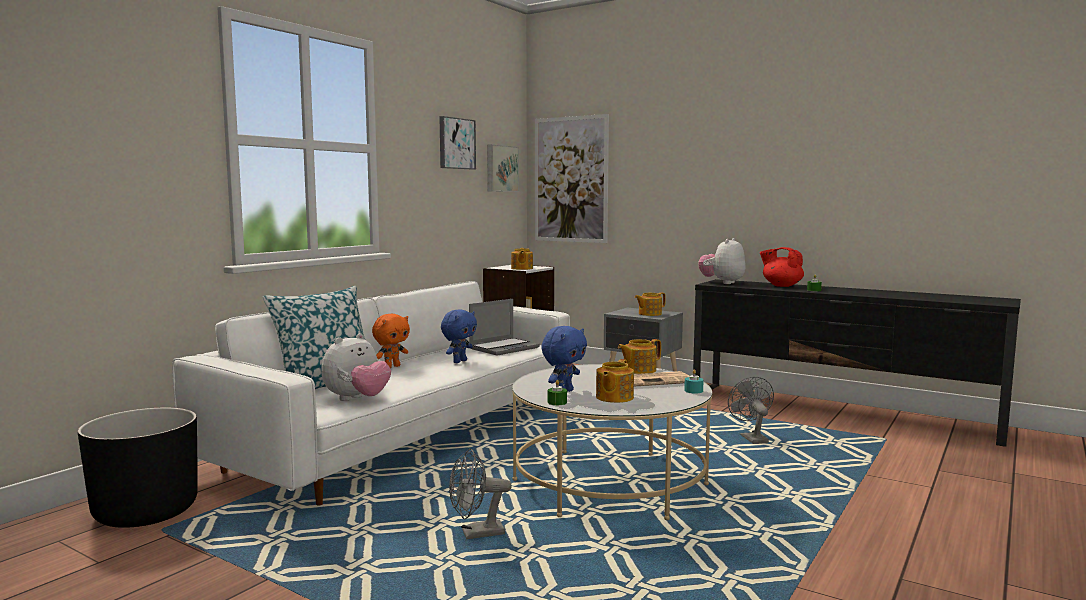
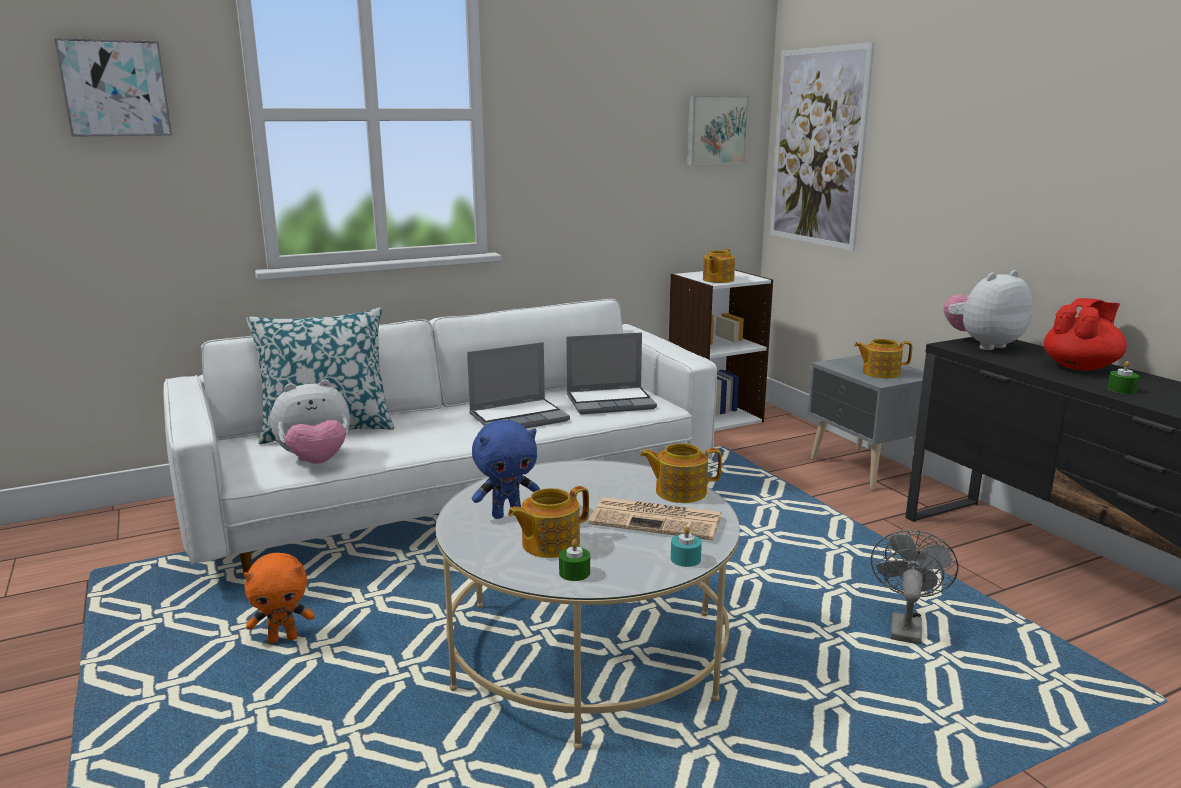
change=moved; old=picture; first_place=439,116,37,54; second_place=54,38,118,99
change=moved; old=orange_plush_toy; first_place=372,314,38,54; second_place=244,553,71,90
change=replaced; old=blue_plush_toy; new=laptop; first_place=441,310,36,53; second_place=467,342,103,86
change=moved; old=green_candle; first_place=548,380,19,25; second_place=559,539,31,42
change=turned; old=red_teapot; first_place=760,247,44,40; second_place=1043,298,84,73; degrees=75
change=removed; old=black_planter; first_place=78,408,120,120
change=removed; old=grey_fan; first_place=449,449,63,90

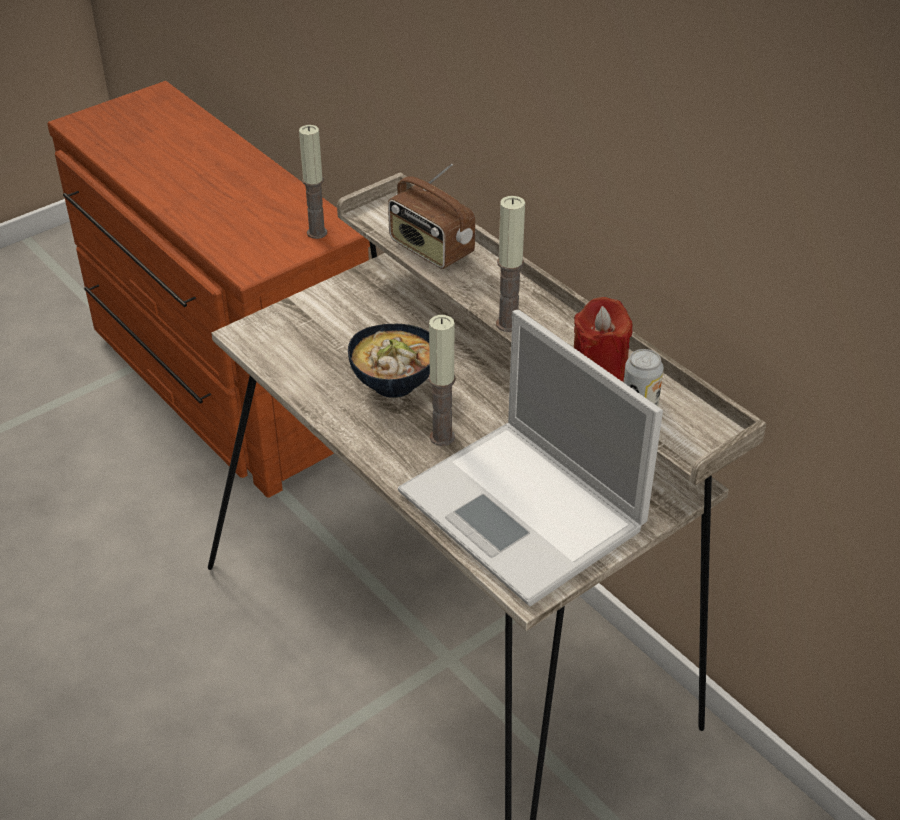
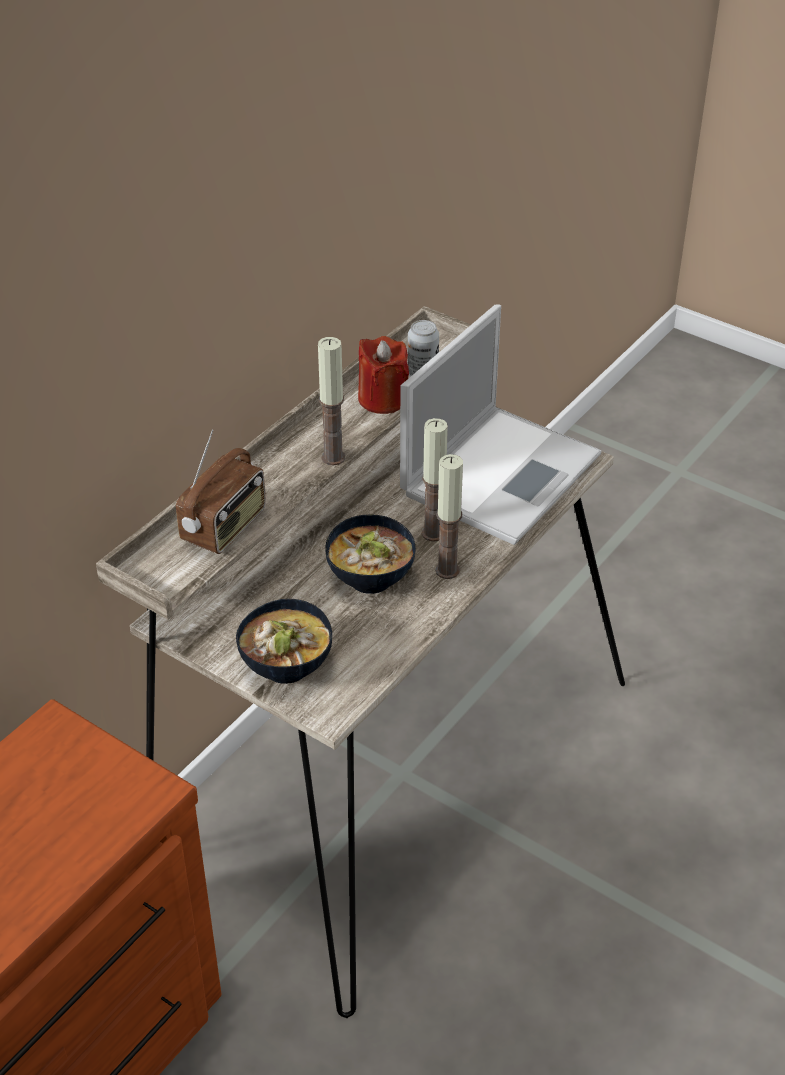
change=added; new=bowl; second_place=236,599,96,85
change=moved; old=candle; first_place=299,125,28,114; second_place=435,454,28,125

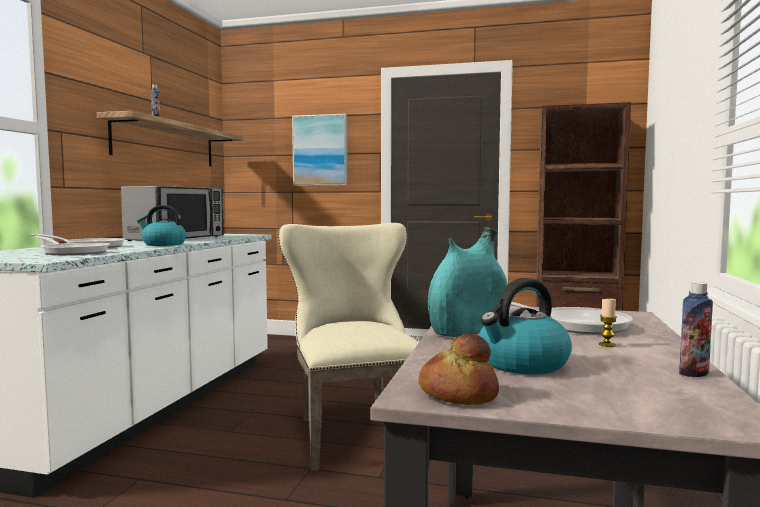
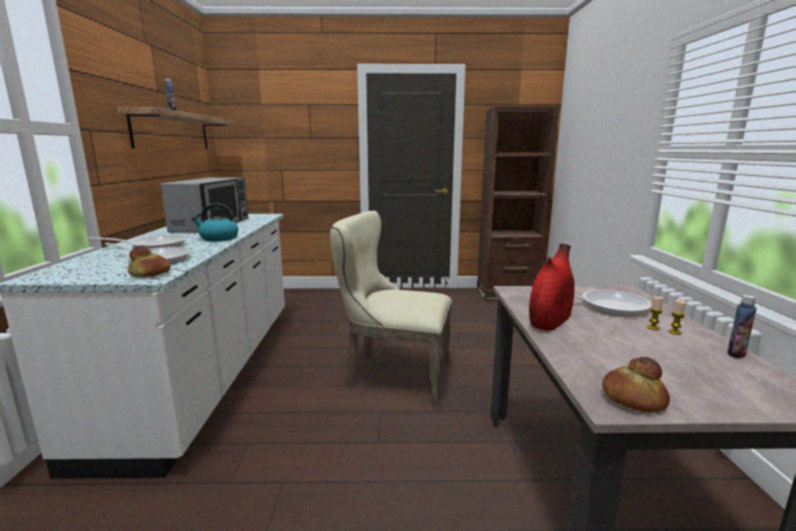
change=added; new=bread; second_place=128,245,42,33
change=turned; old=beige_chair; first_place=279,223,140,248; second_place=330,211,122,194; degrees=-45
change=recoloured; old=turquoise_vase; new=red_vase; first_place=428,227,80,110; second_place=529,244,46,86
change=added; new=candle; second_place=668,300,18,35
change=removed; old=picture; first_place=292,113,55,73
change=removed; old=kettle; first_place=479,278,93,97

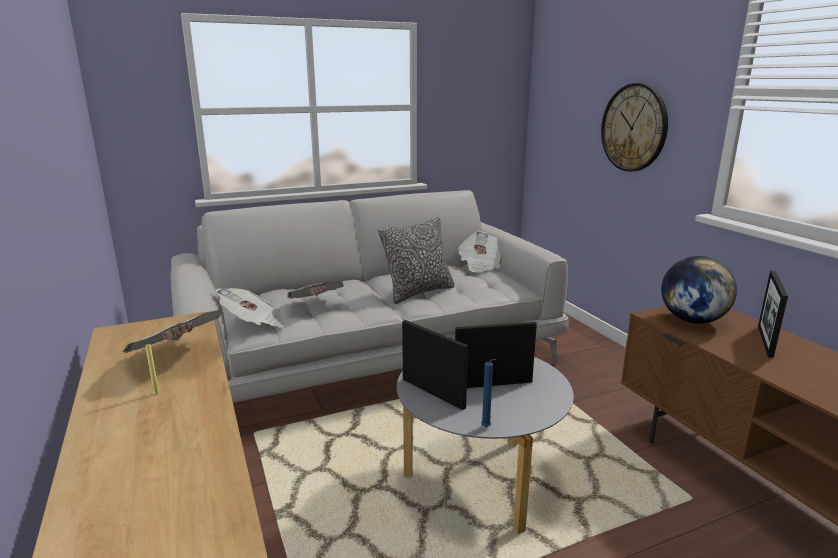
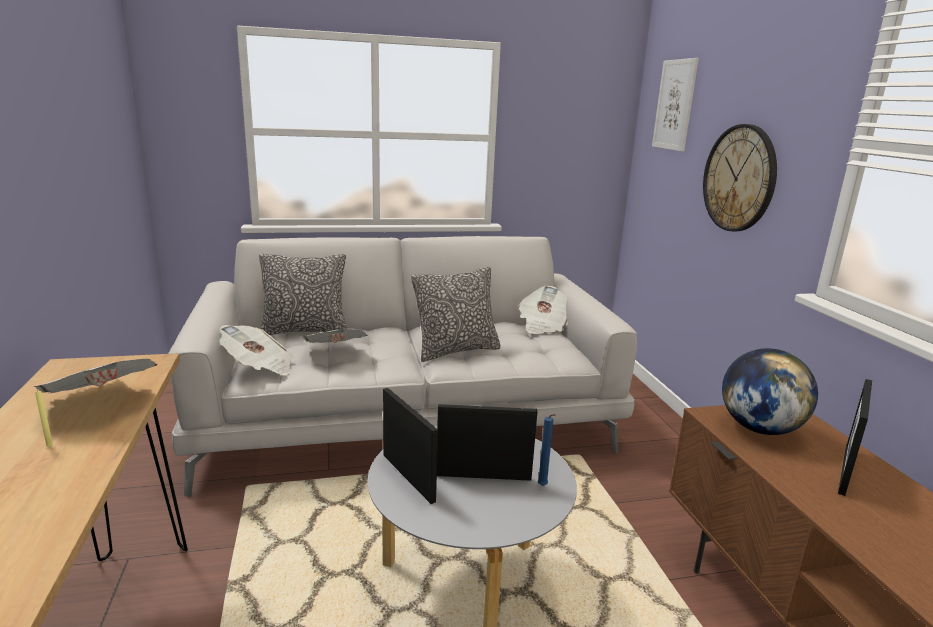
change=added; new=pillow; second_place=259,254,88,81
change=moved; old=blue_candle; first_place=481,359,15,68; second_place=538,414,18,72
change=added; new=picture; second_place=652,58,47,94

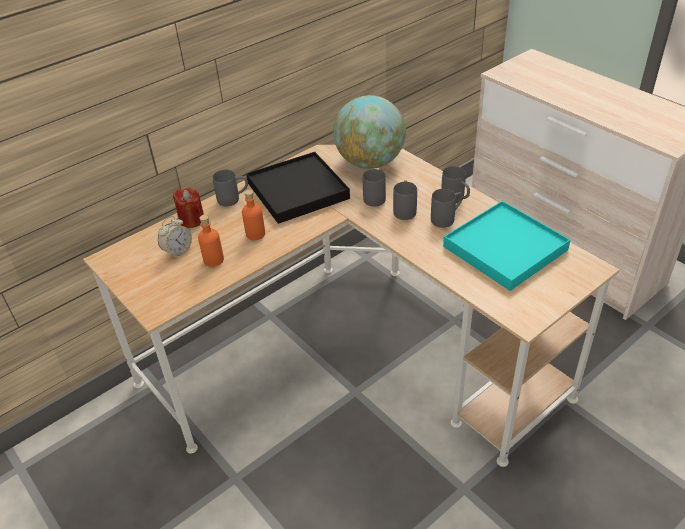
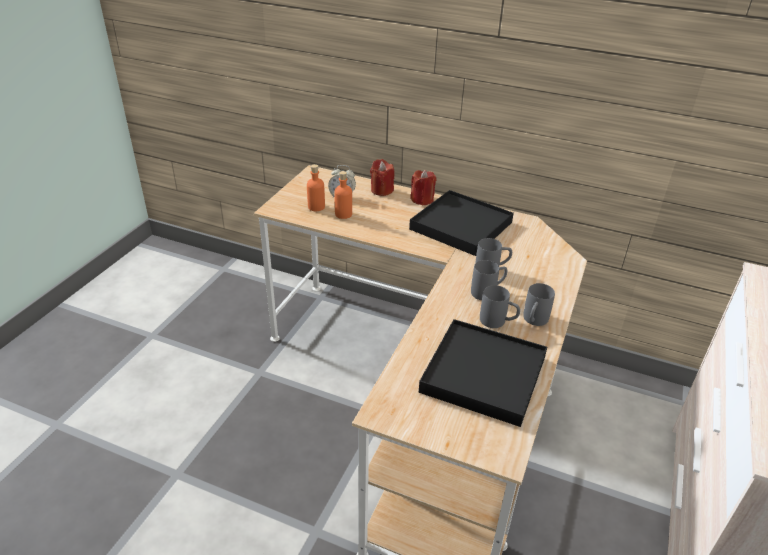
change=moved; old=orange_bottle; first_place=242,190,23,50; second_place=307,164,18,47
change=replaced; old=grey_mug; new=red_candle; first_place=213,170,35,36; second_place=410,170,27,36
change=recoloured; old=turquoise_tray; new=black_tray; first_place=443,201,127,90; second_place=419,319,128,108
change=removed; old=globe; first_place=333,95,73,74

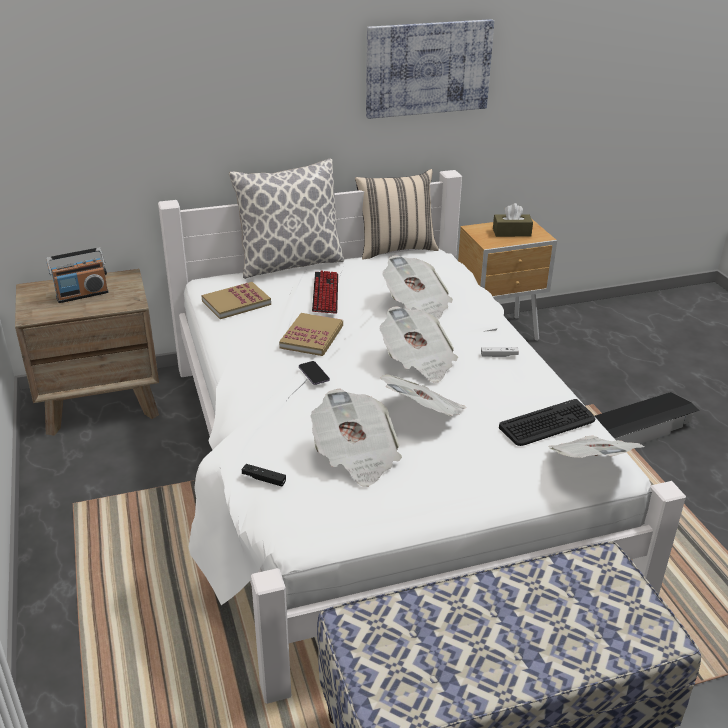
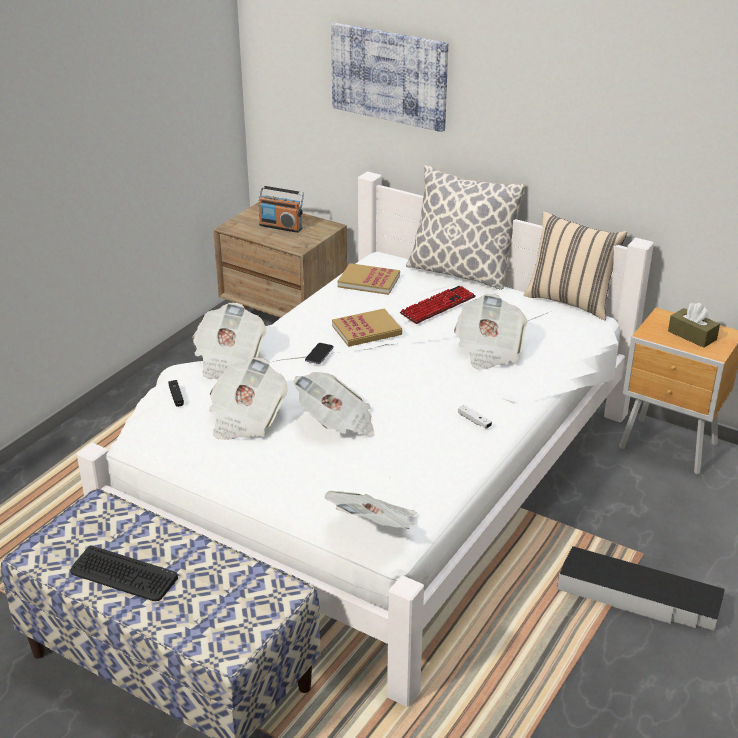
change=moved; old=keyboard; first_place=499,399,96,47; second_place=70,546,108,55
change=moved; old=newspaper; first_place=380,306,78,76; second_place=192,303,74,76
change=moved; old=picture; first_place=366,19,128,100; second_place=331,23,117,109

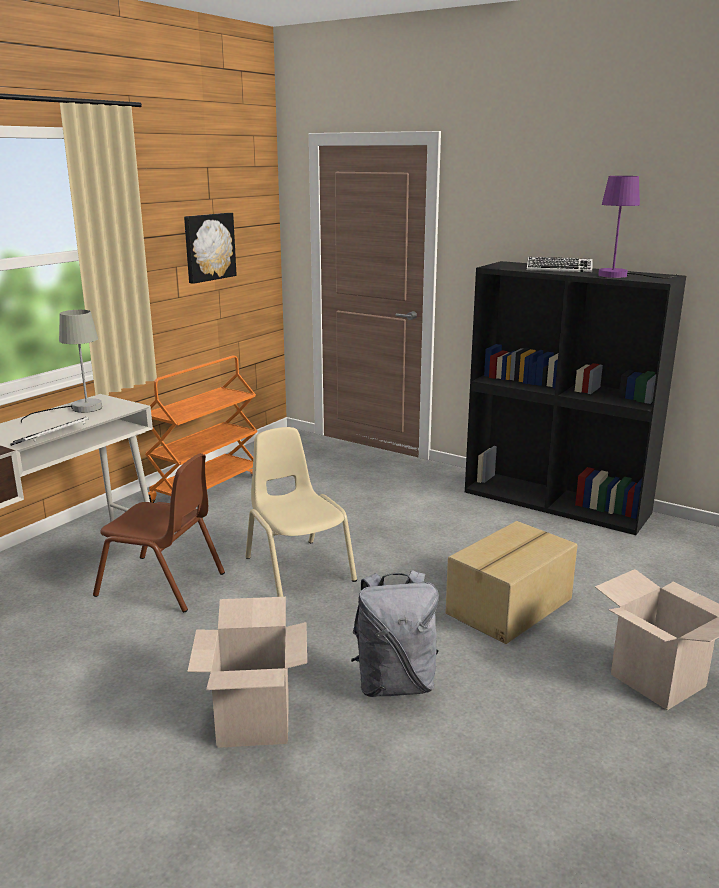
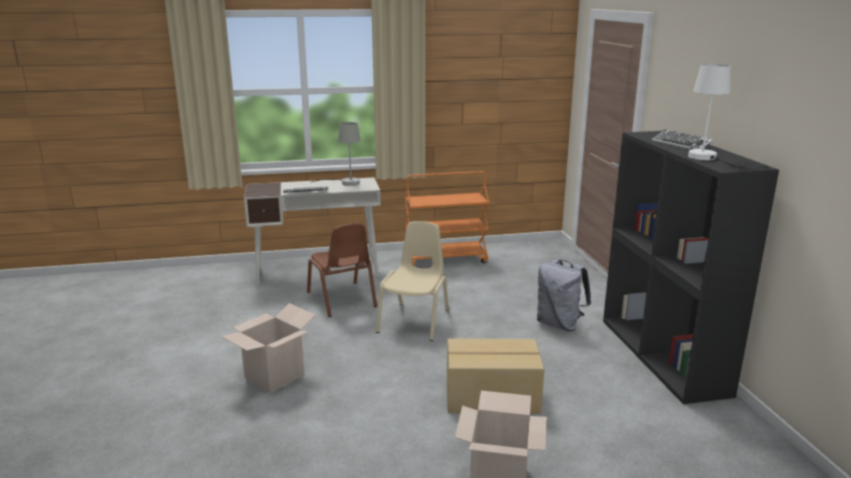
change=moved; old=grey_backpack; first_place=351,570,88,127; second_place=537,259,54,72
change=recoloured; old=purple_table_lamp; new=white_table_lamp; first_place=598,176,79,102; second_place=688,64,80,104
change=removed; old=picture; first_place=184,213,53,71

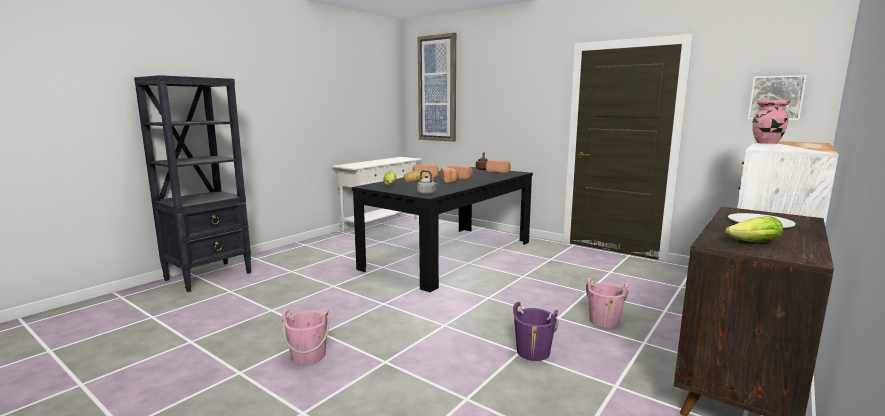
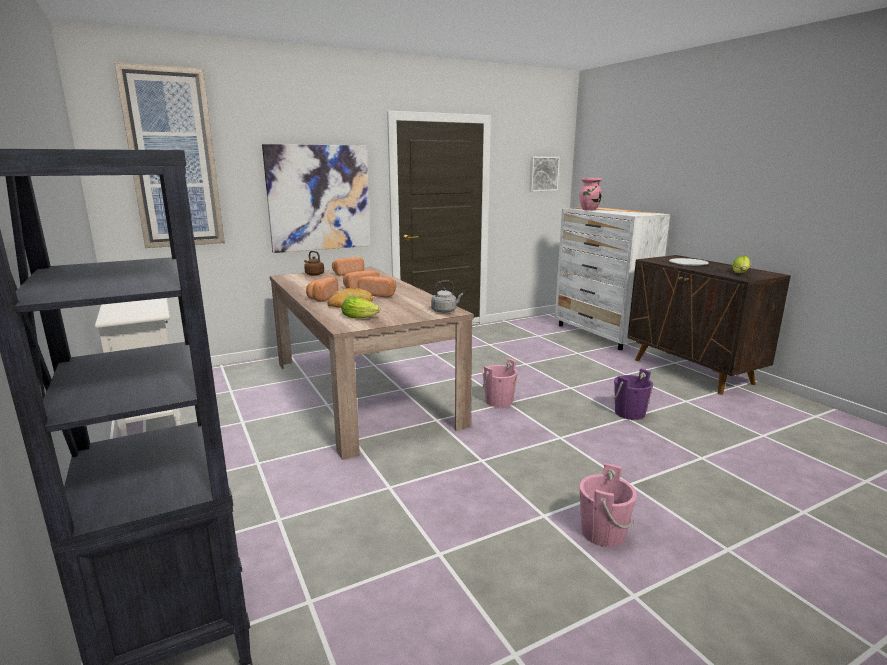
change=added; new=picture; second_place=262,144,109,109
change=recoloured; old=black_dining_table; new=beige_dining_table; first_place=352,167,181,125; second_place=270,267,204,193
change=moved; old=pink_bucket; first_place=586,277,43,51; second_place=482,358,36,49

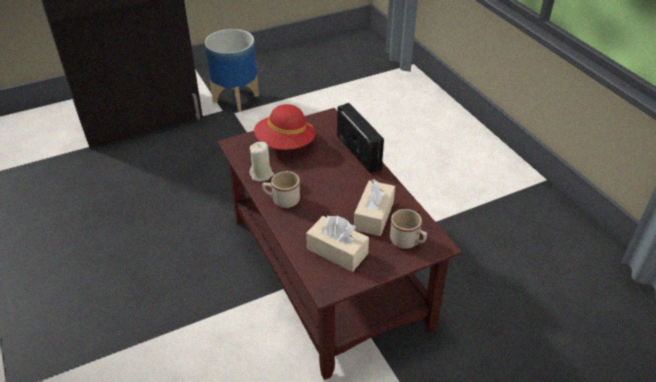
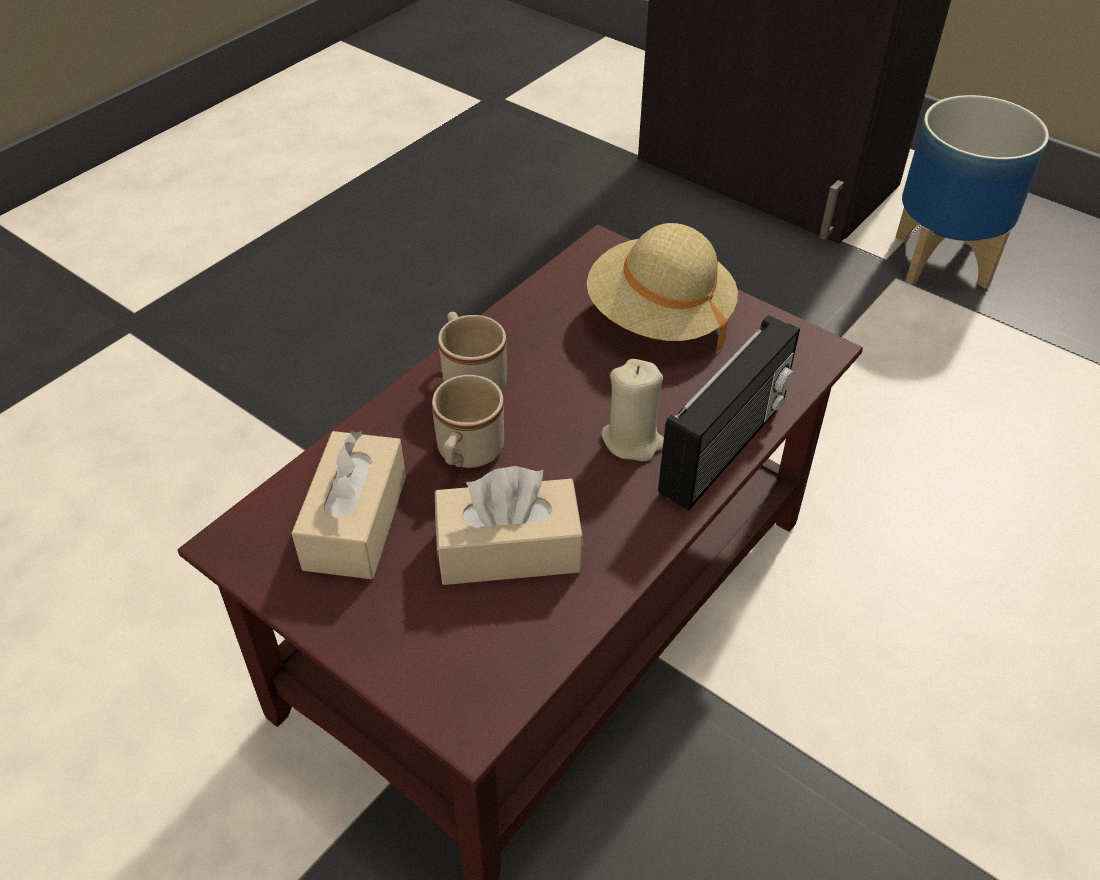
change=moved; old=beige_mug; first_place=390,209,37,40; second_place=432,375,72,93
change=recoloured; old=red_hat; new=beige_hat; first_place=254,104,61,46; second_place=587,223,151,127
change=moved; old=beige_candle; first_place=250,142,24,39; second_place=601,359,63,102

